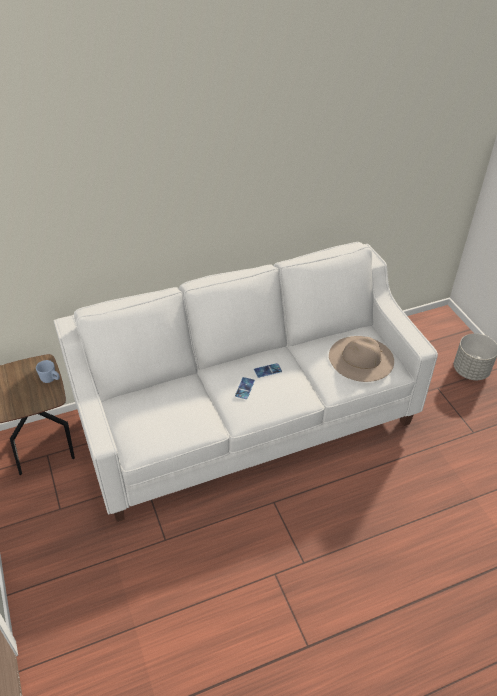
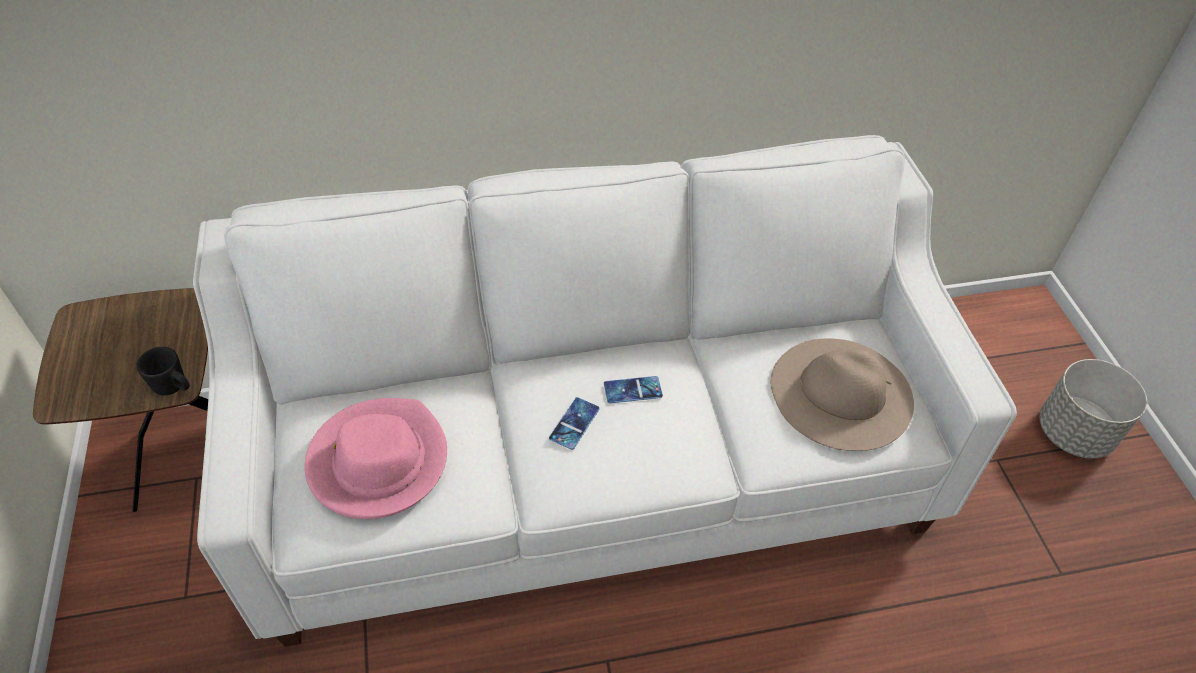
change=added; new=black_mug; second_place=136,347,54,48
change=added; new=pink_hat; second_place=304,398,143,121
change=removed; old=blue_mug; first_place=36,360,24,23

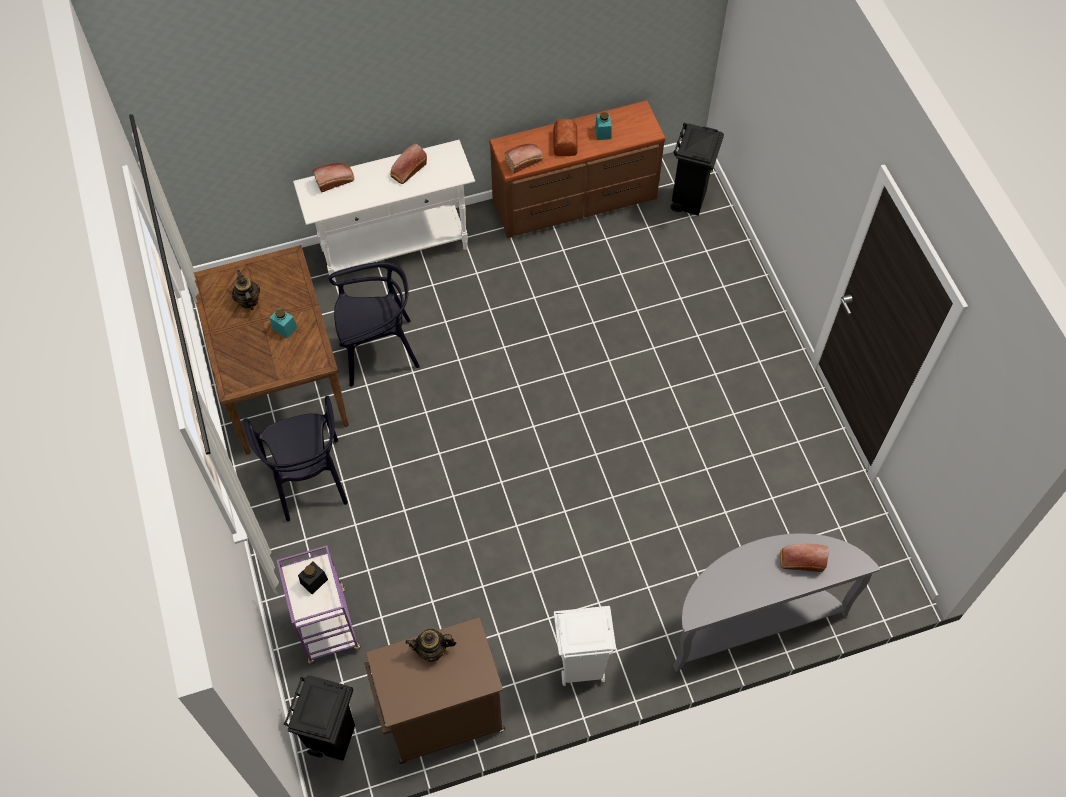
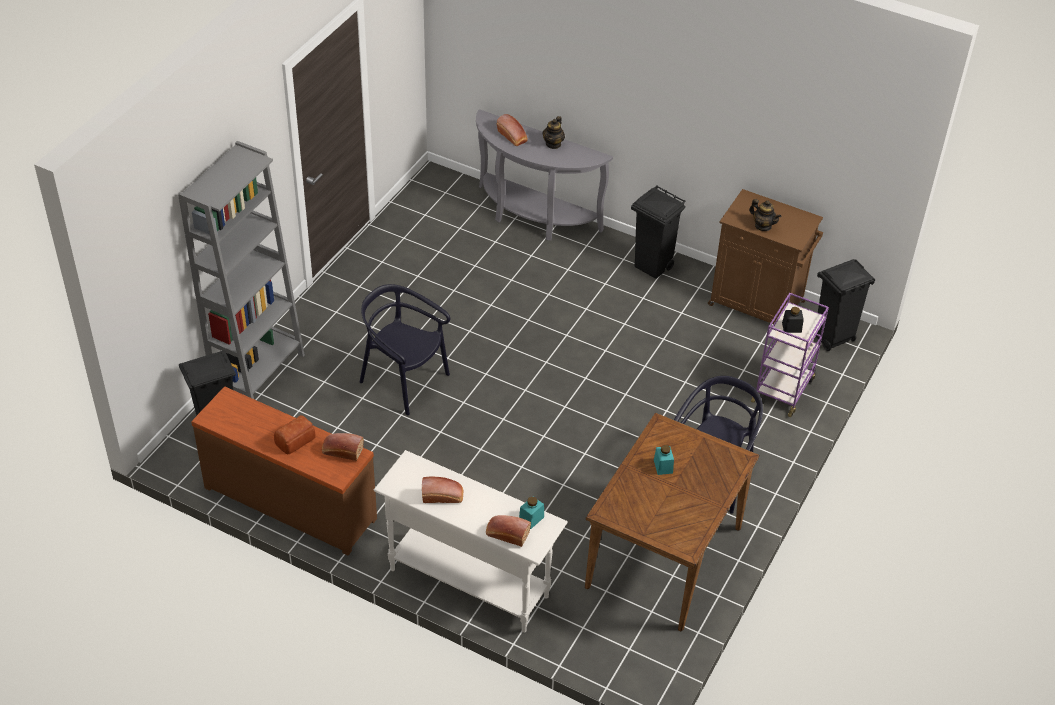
change=added; new=grey_bookcase; second_place=178,141,127,258
change=moved; old=black_chair; first_place=329,262,91,125; second_place=360,284,90,131
change=moved; old=turquoise_jar; first_place=595,112,17,28; second_place=519,496,25,33
change=moved; old=teapot; first_place=232,270,28,40; second_place=542,116,23,33
change=recoloured; old=white_trash_can; new=black_trash_can; first_place=554,606,62,80; second_place=631,185,54,94

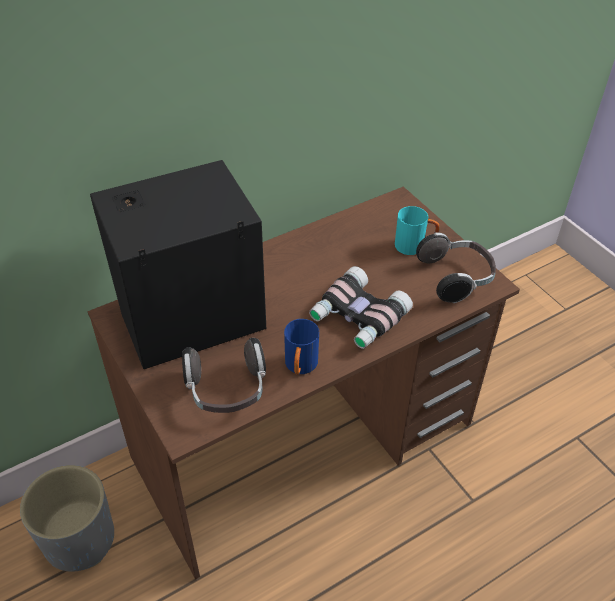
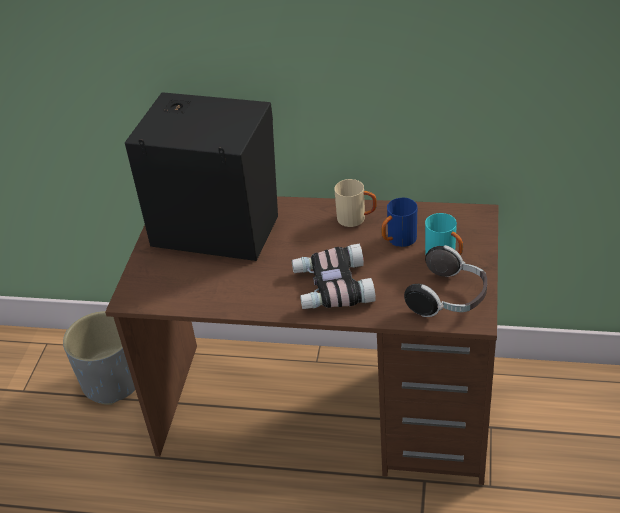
change=added; new=beige_mug; second_place=334,179,43,48
change=moved; old=blue_mug; first_place=284,319,35,56; second_place=381,198,36,49
change=removed; old=headphones; first_place=182,338,84,75

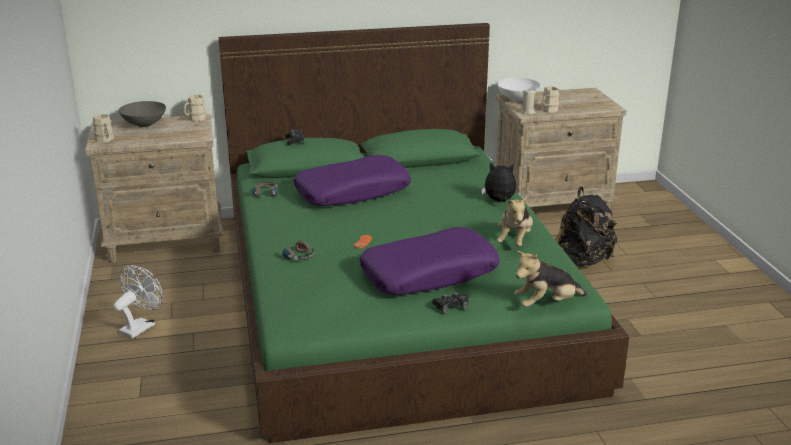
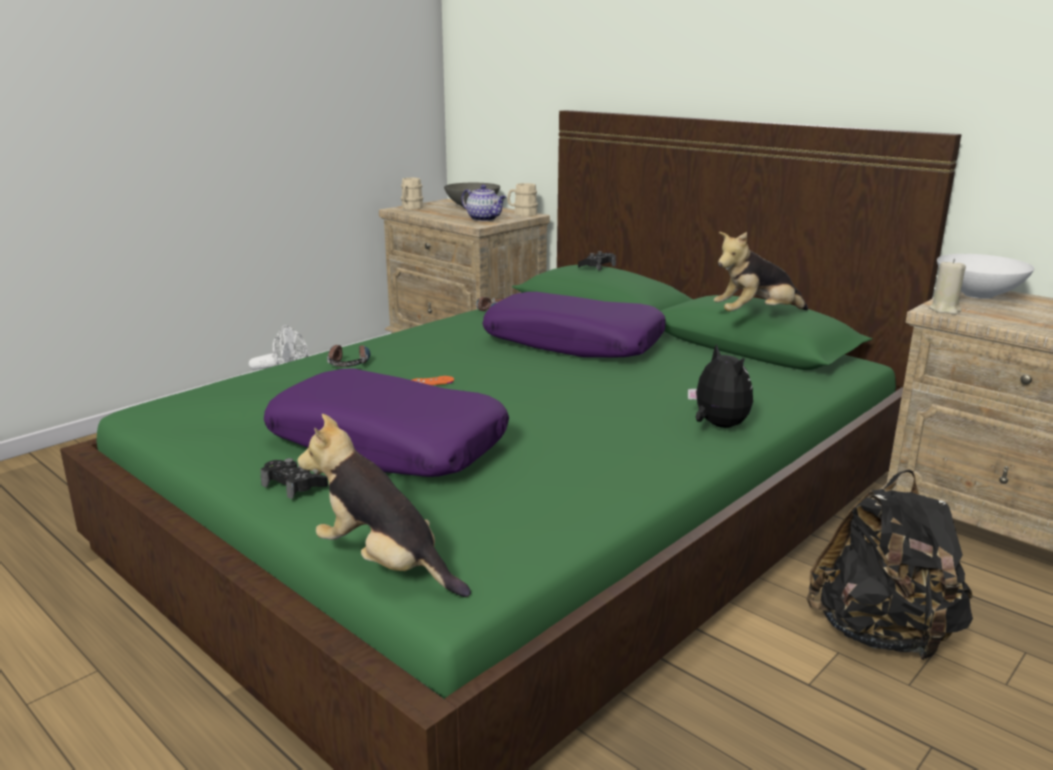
change=added; new=teapot; second_place=462,185,44,36
change=moved; old=plush_toy; first_place=497,196,36,51; second_place=714,232,94,80
change=removed; old=beige_mug; first_place=541,86,18,27

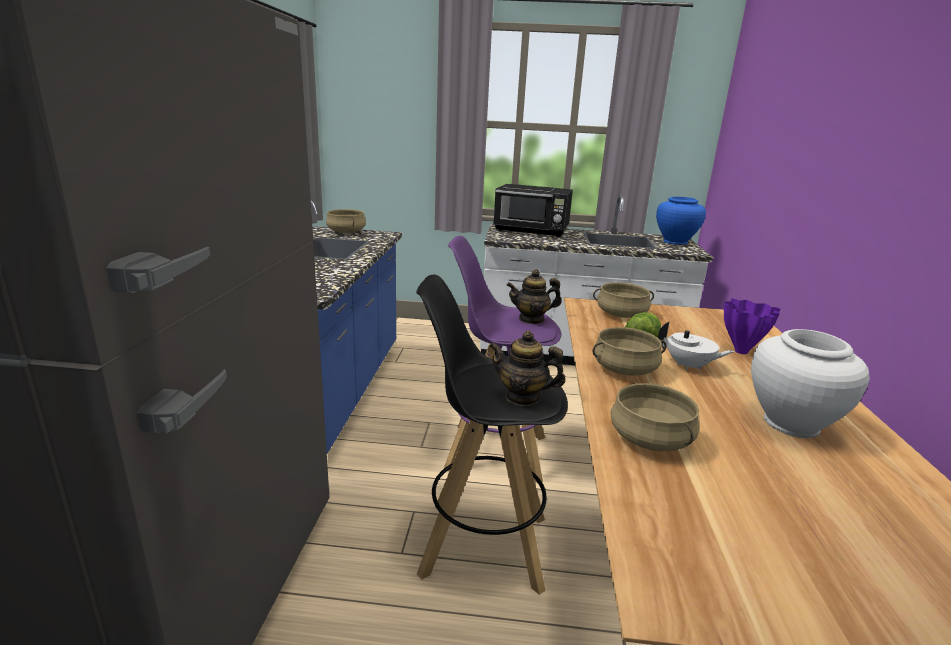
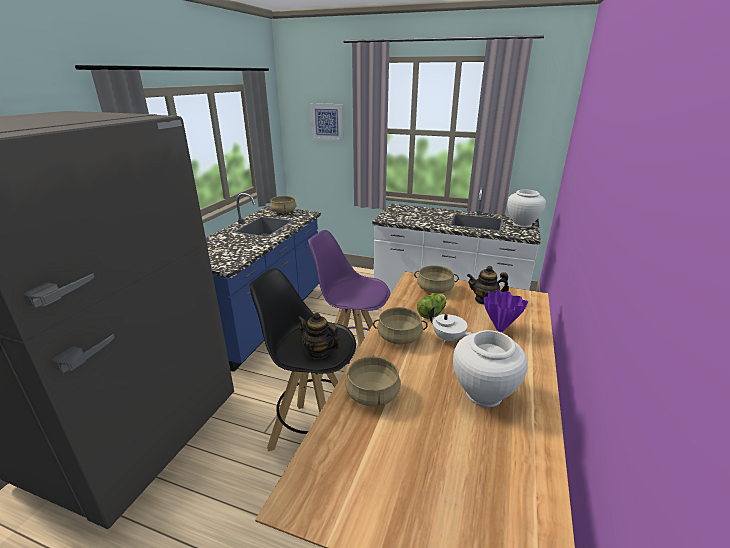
change=added; new=picture; second_place=310,103,33,38
change=moved; old=teapot; first_place=506,269,56,55; second_place=467,266,42,39
change=recoloured; old=blue_vase; new=white_vase; first_place=656,197,50,48; second_place=507,189,39,39
change=removed; old=black_microwave; first_place=493,184,80,53

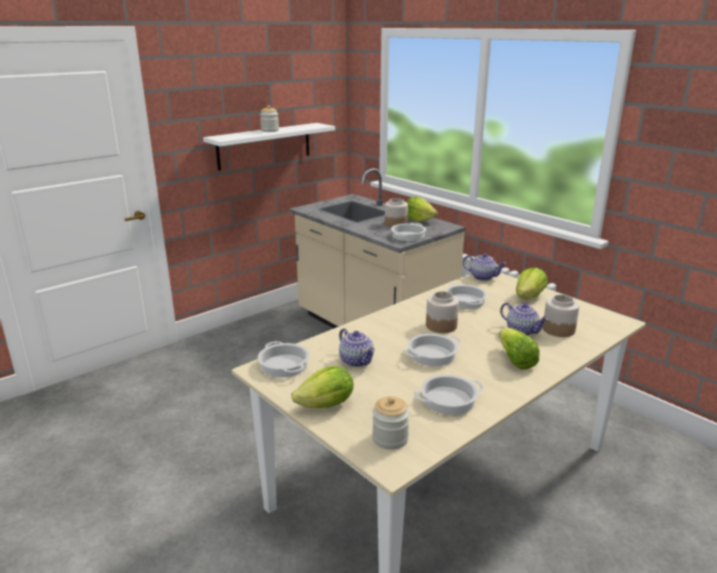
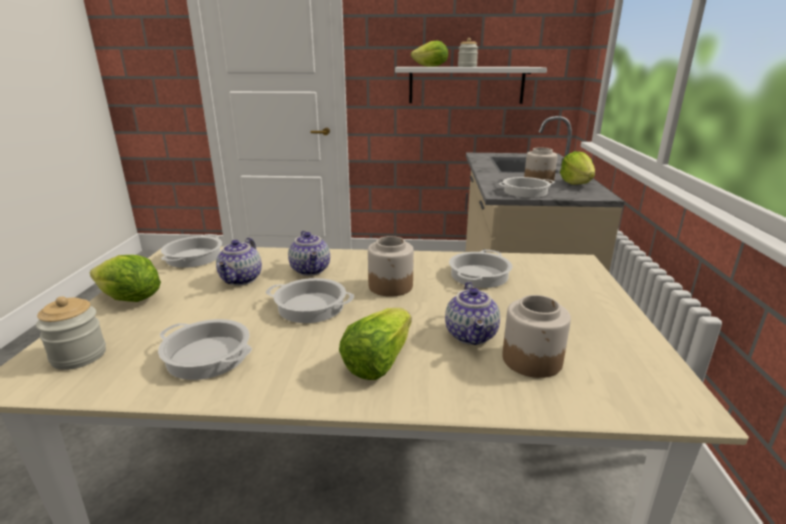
change=moved; old=teapot; first_place=463,253,43,28; second_place=288,231,42,45
change=moved; old=lettuce; first_place=516,268,32,31; second_place=411,41,37,26

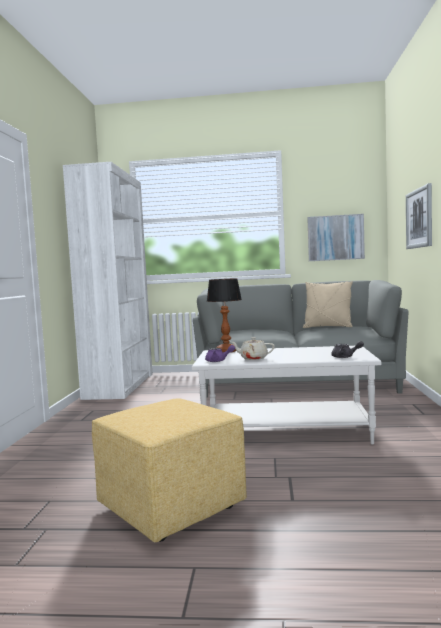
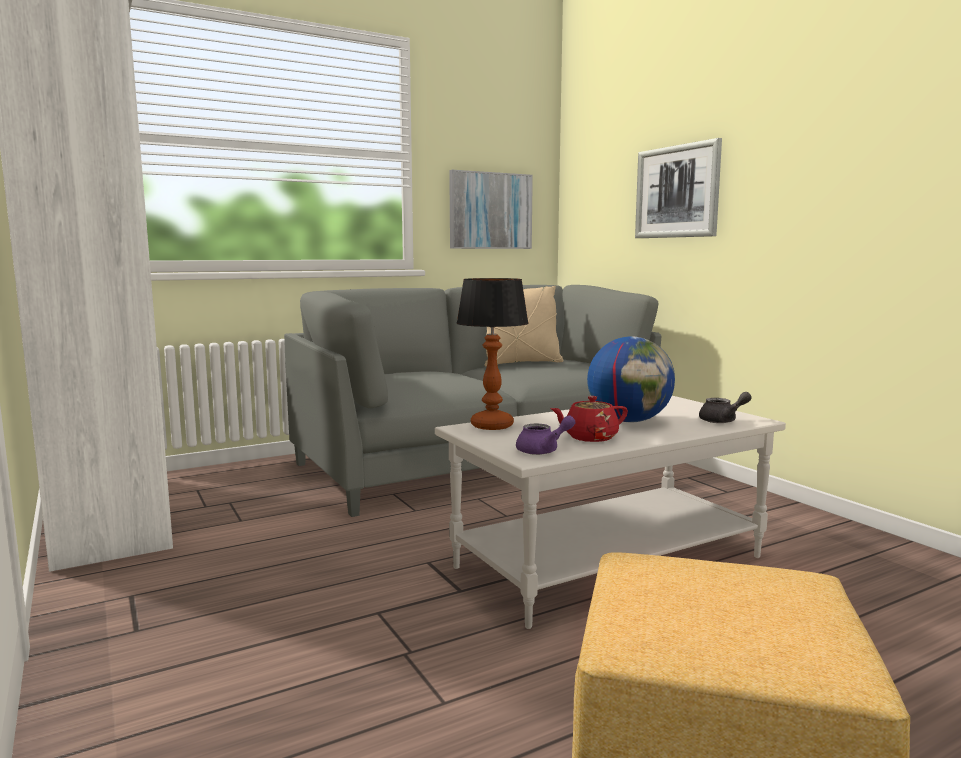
change=recoloured; old=beige_teapot; new=red_teapot; first_place=231,337,44,23; second_place=551,396,77,46
change=added; new=globe; second_place=587,336,88,86

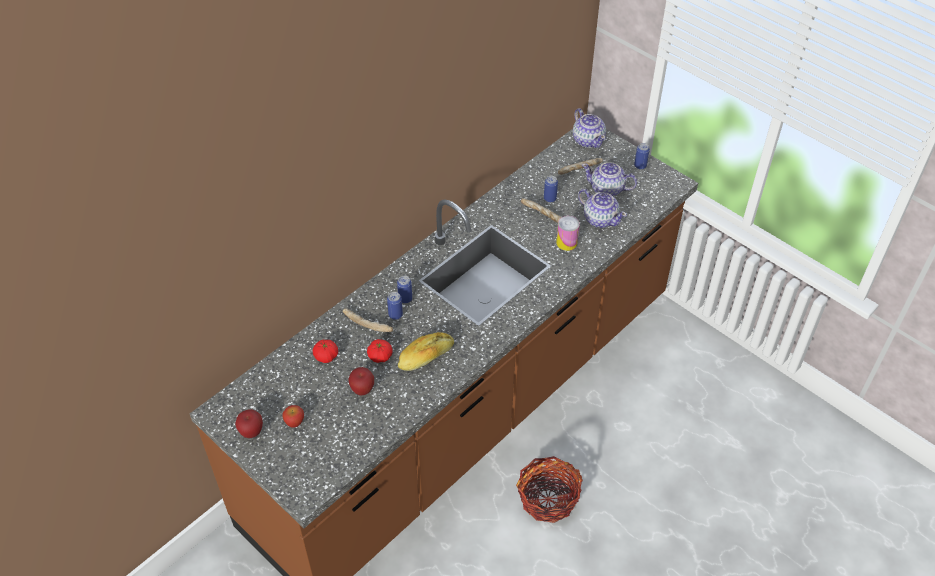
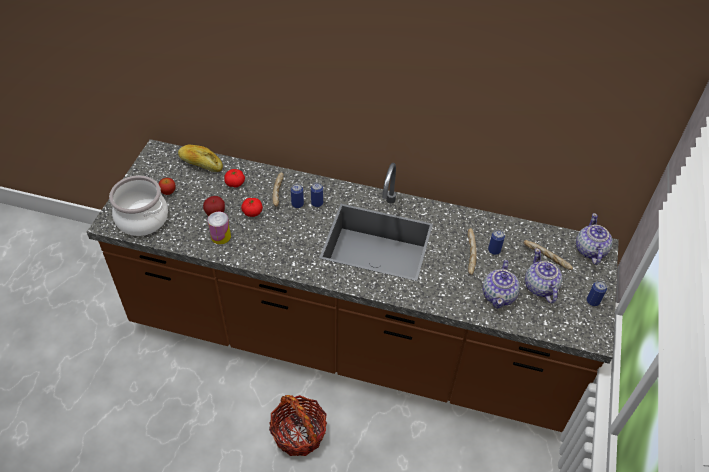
change=added; new=cooking_pot; second_place=109,175,59,61
change=moved; old=bread; first_place=398,332,56,39; second_place=178,145,45,27
change=moved; old=can; first_place=556,216,24,35; second_place=208,212,23,32
change=turned; old=teapot; first_place=573,108,33,40; second_place=576,213,37,52; degrees=150
change=removed; old=apple; first_place=235,409,28,29

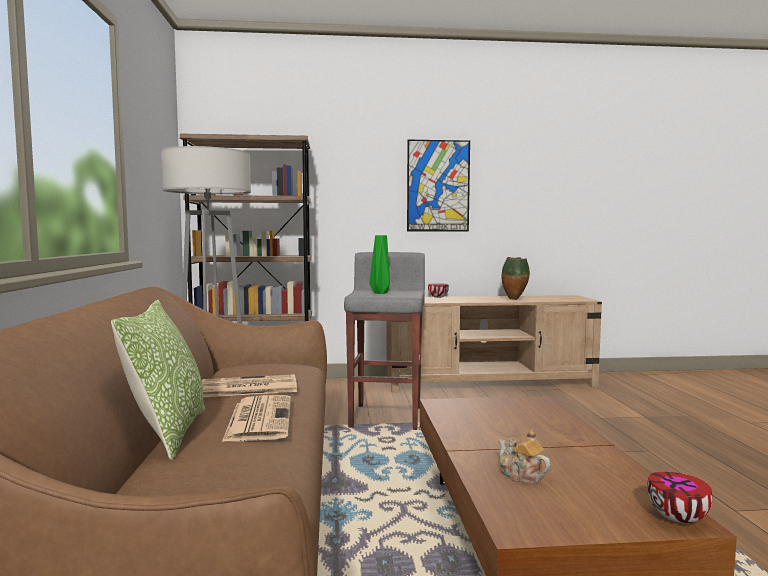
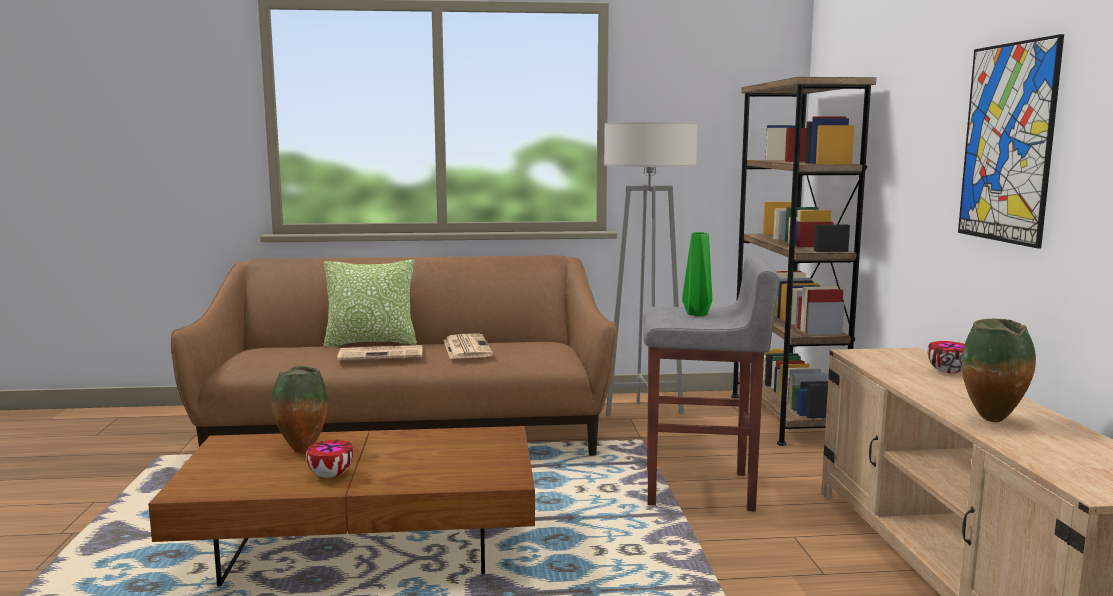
change=replaced; old=teapot; new=vase; first_place=498,430,52,54; second_place=271,366,56,87
change=moved; old=bowl; first_place=647,472,66,51; second_place=306,440,47,38

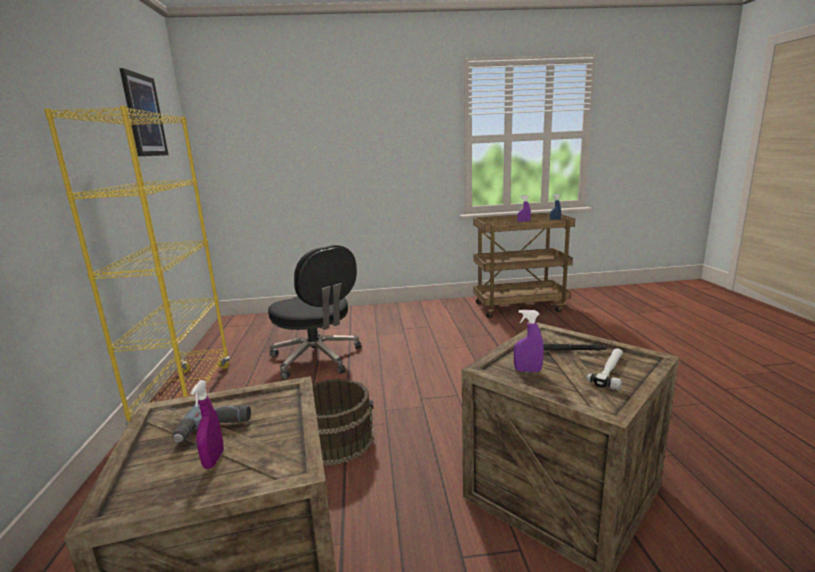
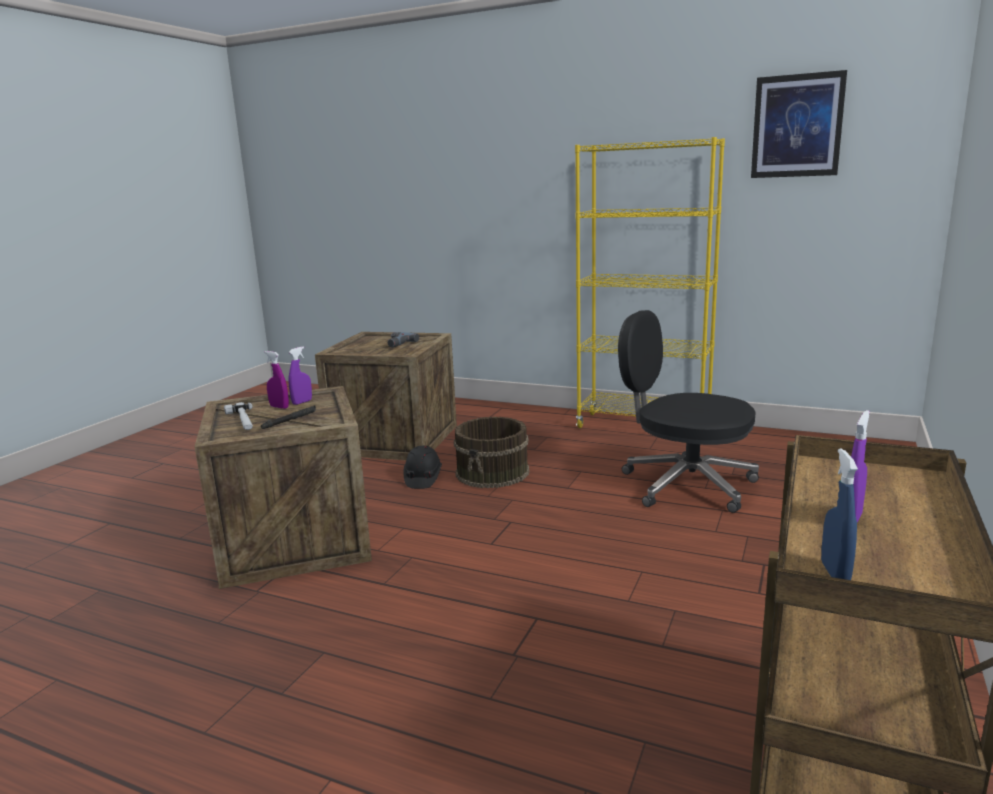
change=moved; old=purple_spray_bottle; first_place=190,380,34,89; second_place=264,351,25,58
change=added; new=black_hard_hat; second_place=404,446,38,43
change=turned; old=black_office_chair; first_place=268,245,93,135; second_place=618,310,141,203; degrees=45

